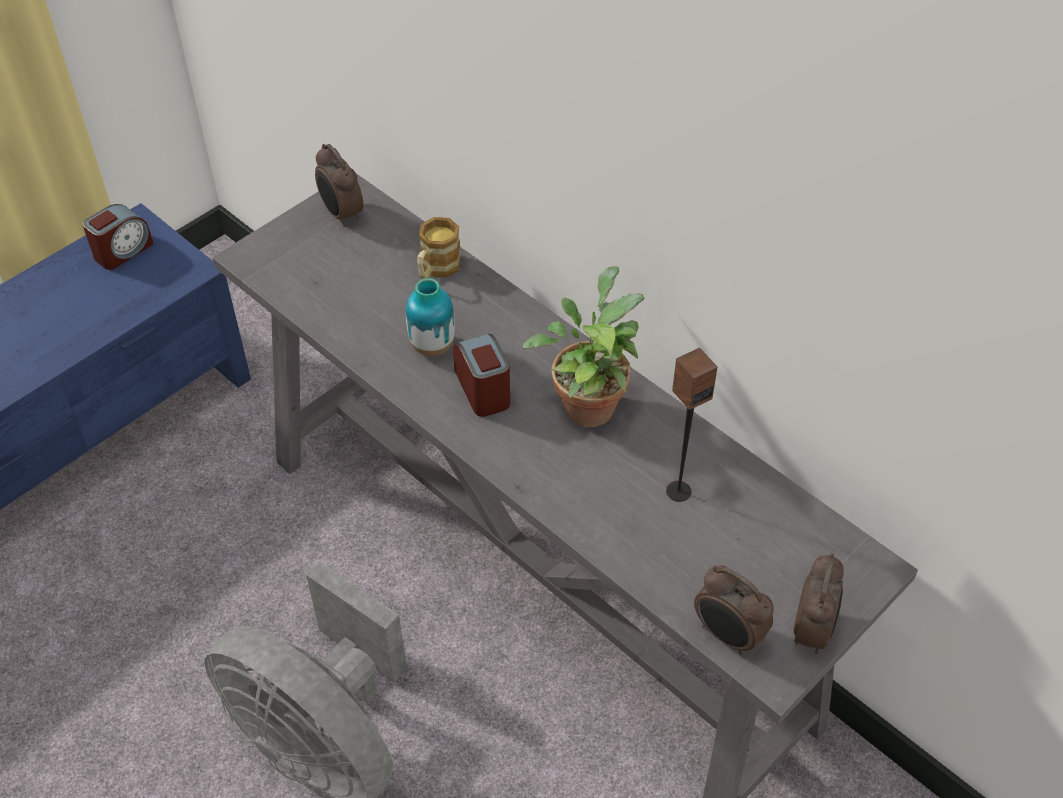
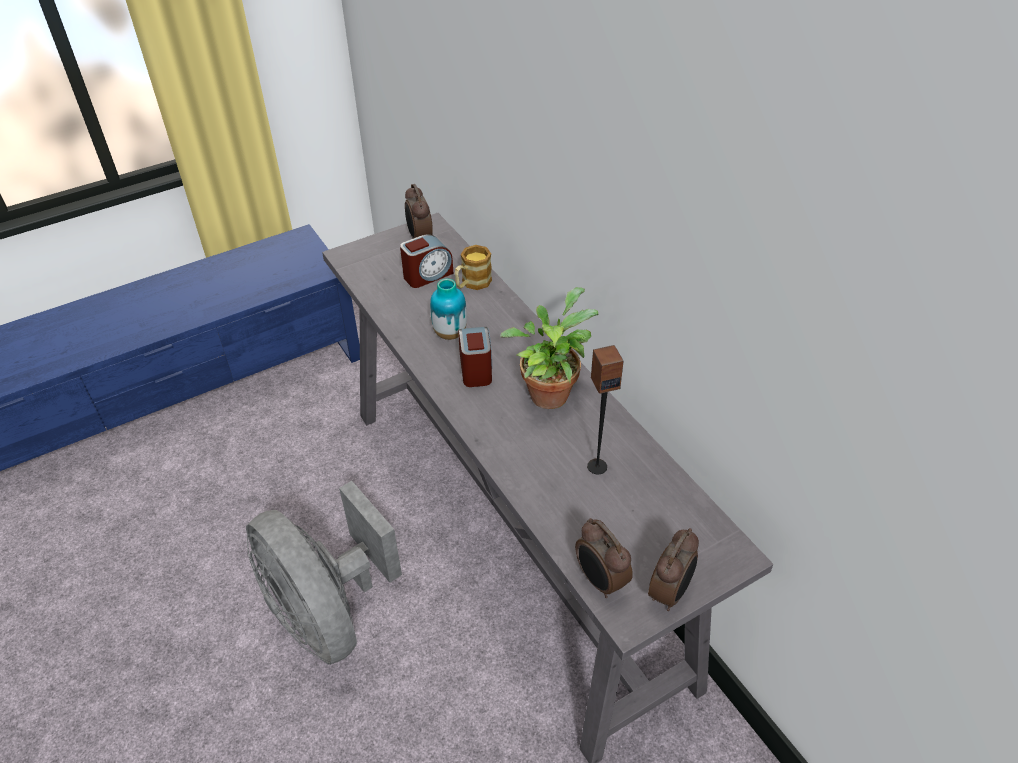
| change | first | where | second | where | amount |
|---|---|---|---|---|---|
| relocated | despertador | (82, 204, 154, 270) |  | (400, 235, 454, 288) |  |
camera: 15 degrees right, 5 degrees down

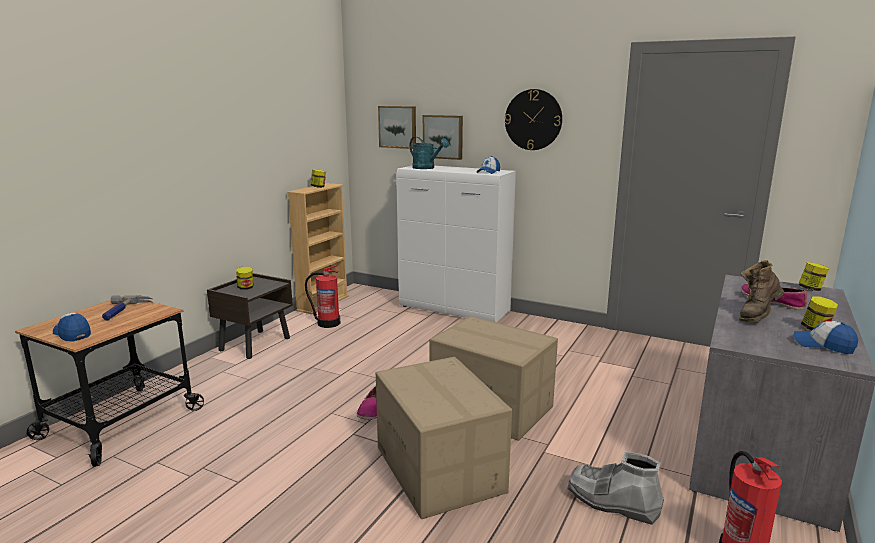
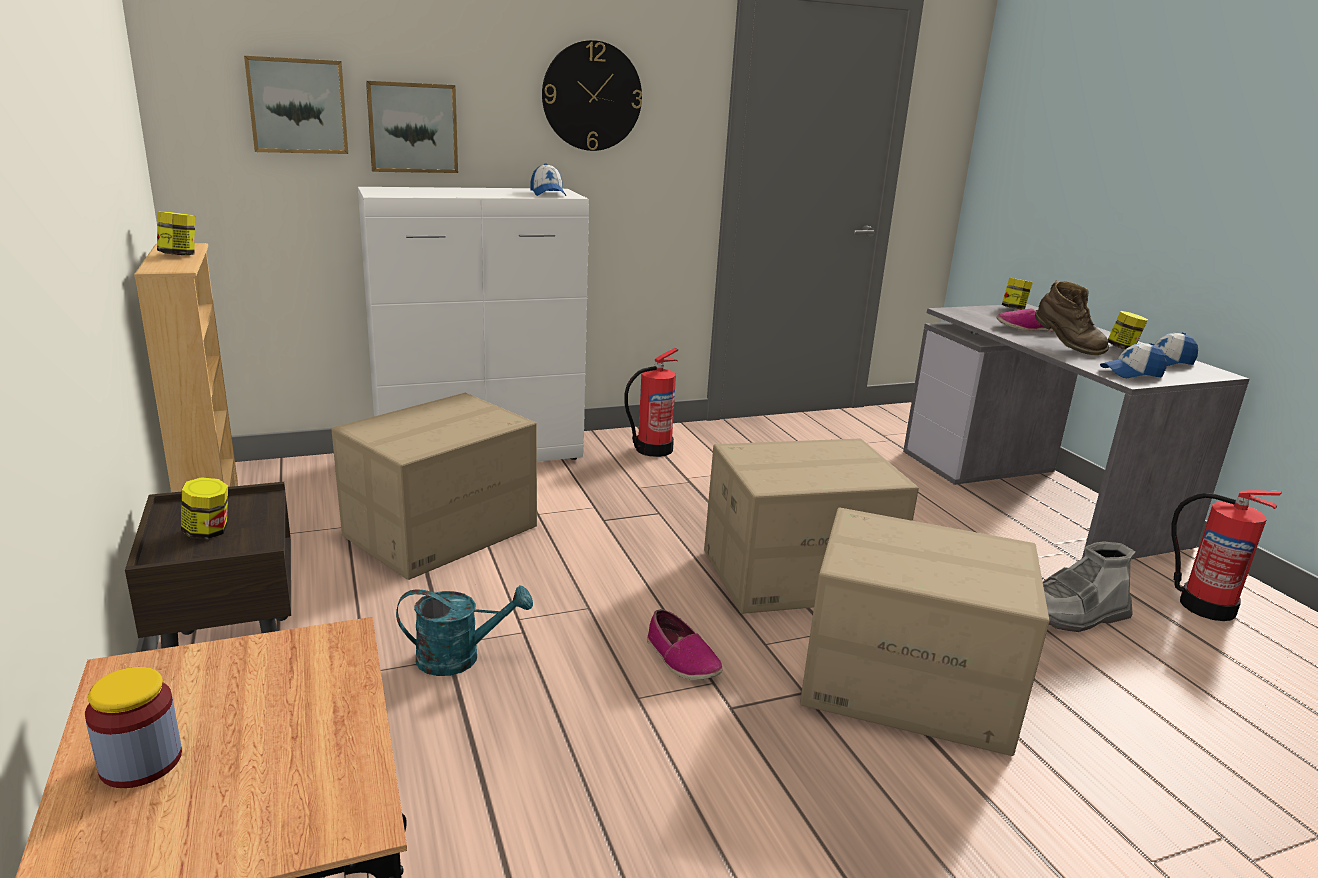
| change | first | where | second | where | amount |
|---|---|---|---|---|---|
| relocated | regadera/turquesa | (409, 137, 449, 169) |  | (396, 585, 533, 676) |  |
| spun | bota/marrón | (739, 260, 784, 322) |  | (1035, 280, 1109, 355) | 45 degrees counterclockwise |
| relocated | extintor | (305, 265, 340, 328) |  | (624, 348, 678, 457) |  |
| missing | martillo | (102, 295, 153, 320) |  |  |  |
| relocated | gorra | (53, 313, 91, 341) |  | (1100, 343, 1167, 378) |  |
| appeared |  |  | caja de cartón | (331, 393, 537, 580) |  |
| appeared |  |  | tarro | (85, 667, 182, 788) |  |
camera: 50 degrees left, 5 degrees up

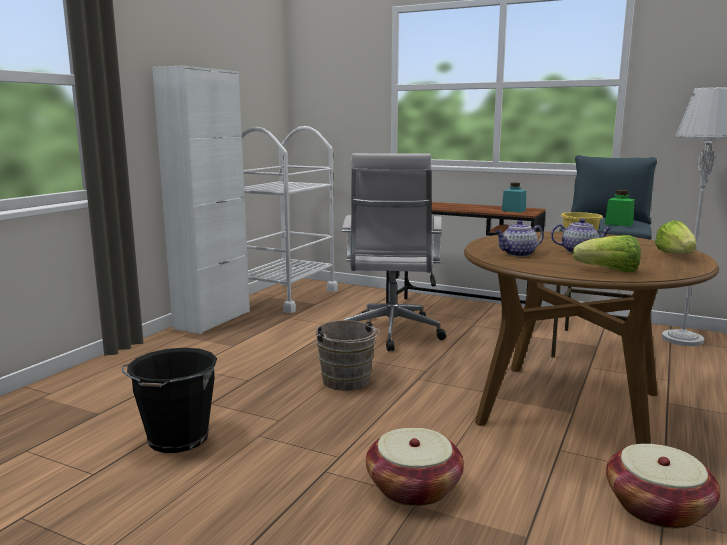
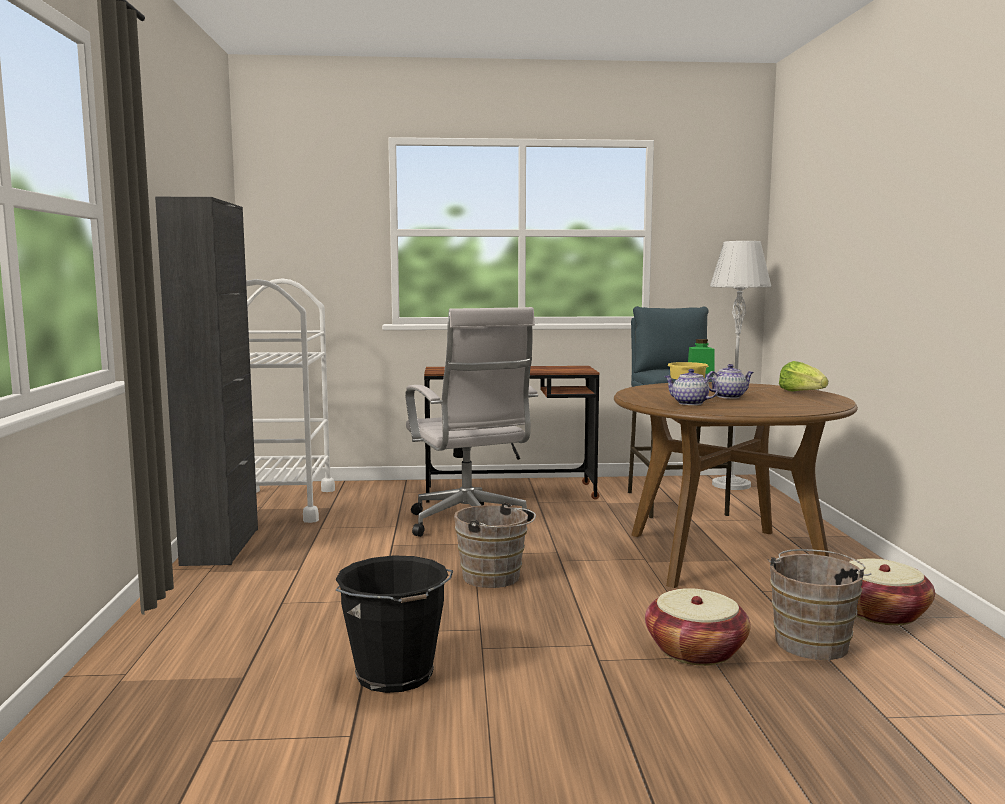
| change | first | where | second | where | amount |
|---|---|---|---|---|---|
| colour | armario/blanco | (152, 65, 250, 334) | armario/negro | (155, 197, 258, 566) |  |
| missing | tarro/turquesa | (502, 183, 526, 213) |  |  |  |
| spun | tetera | (495, 220, 544, 257) |  | (664, 369, 719, 405) | 90 degrees clockwise |
| missing | lechuga | (572, 235, 641, 272) |  |  |  |
| appeared |  |  | cubo/marrón | (768, 549, 871, 660) |  |
camera: 30 degrees left, 5 degrees down

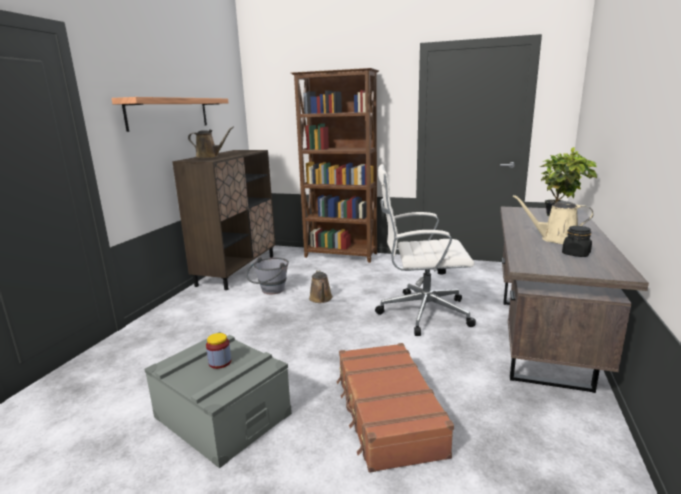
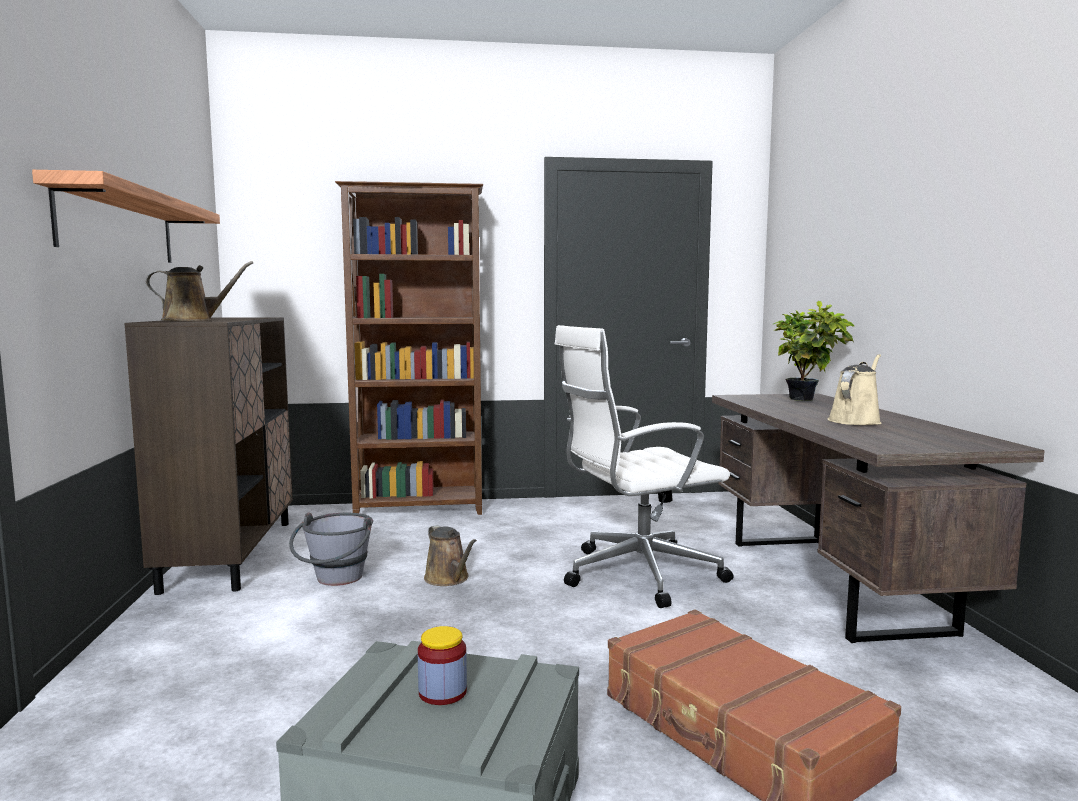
| change | first | where | second | where | amount |
|---|---|---|---|---|---|
| spun | regadera/beis | (513, 195, 594, 244) |  | (827, 354, 882, 425) | 135 degrees clockwise |
| missing | tarro/negro | (562, 226, 592, 257) |  |  |  |
camera: 25 degrees left, 10 degrees down

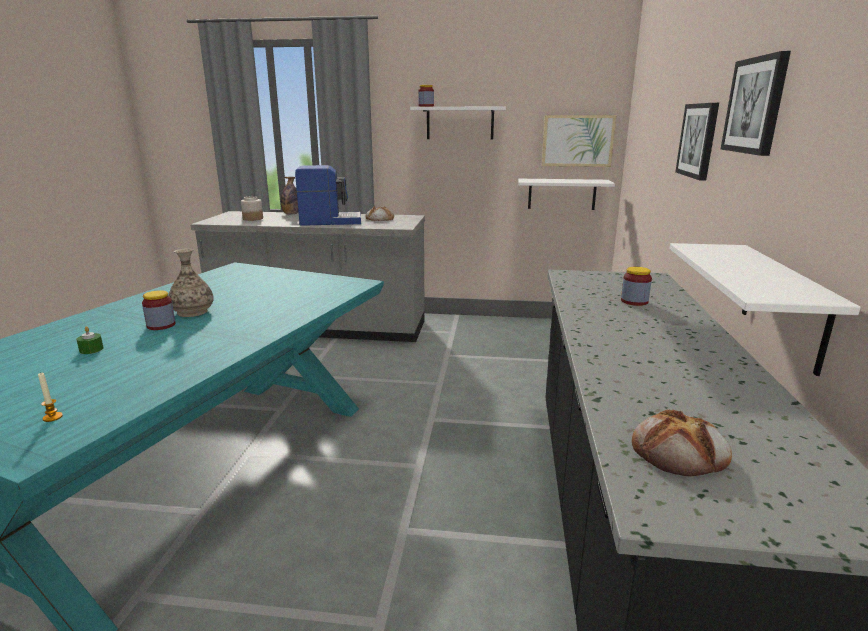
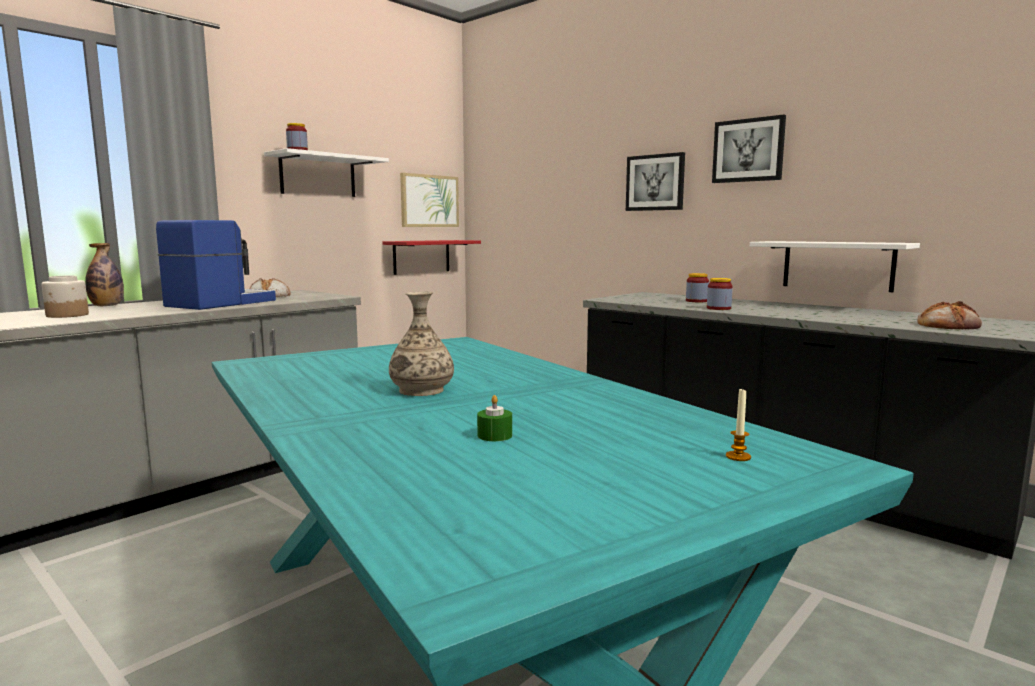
| change | first | where | second | where | amount |
|---|---|---|---|---|---|
| colour | estante/blanco | (518, 179, 615, 210) | estante/rojo | (382, 240, 481, 275) |  |
| relocated | tarro | (142, 290, 176, 330) |  | (707, 278, 733, 310) |  |
camera: 55 degrees left, 10 degrees down

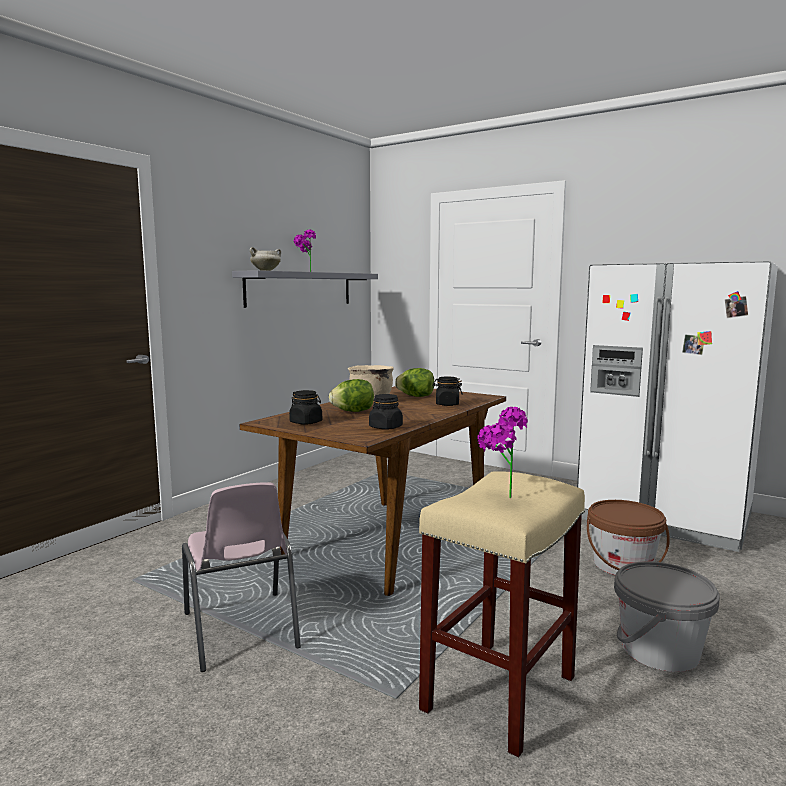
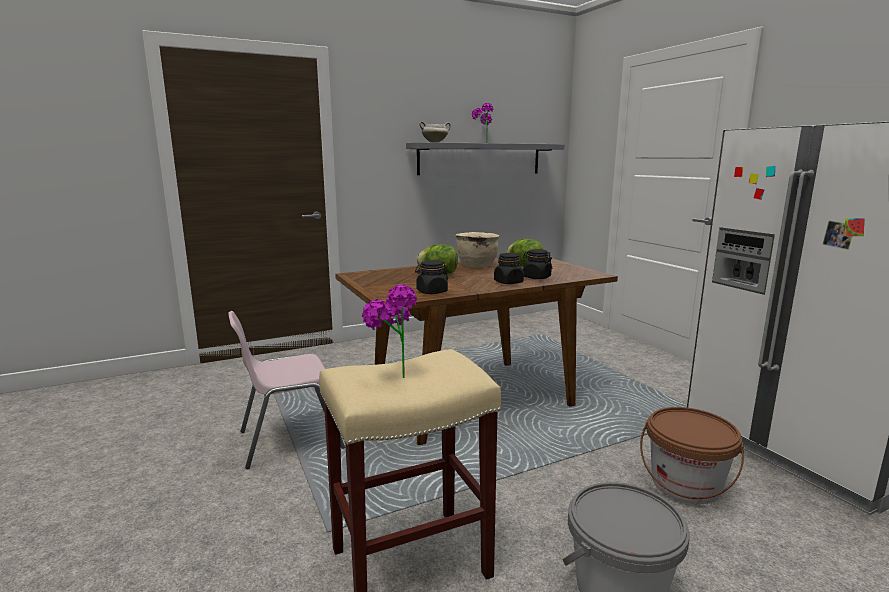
| change | first | where | second | where | amount |
|---|---|---|---|---|---|
| relocated | tarro/negro | (289, 390, 322, 425) |  | (494, 253, 524, 284) |  |
| spun | silla/rosa | (182, 482, 301, 672) |  | (229, 311, 345, 469) | 60 degrees clockwise |
camera: 30 degrees right, 5 degrees up

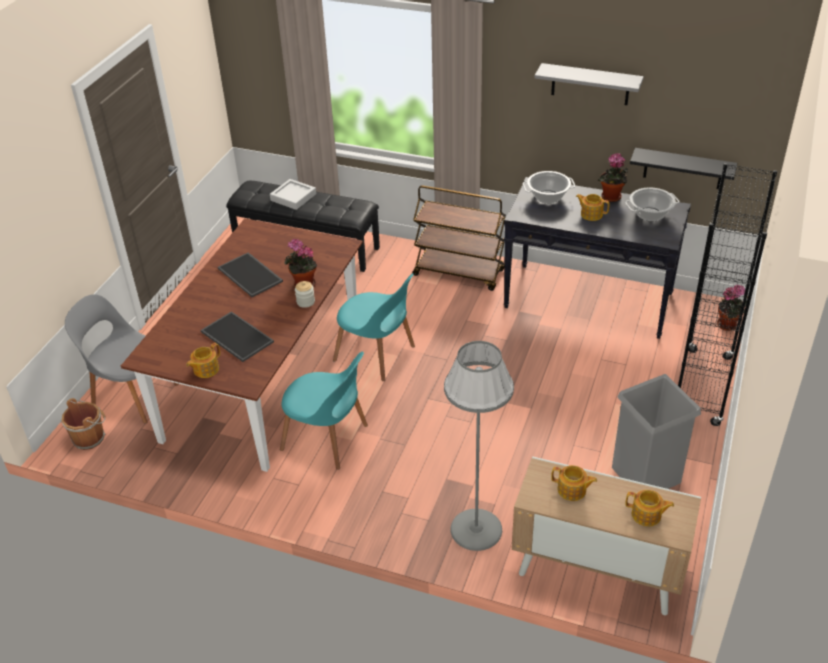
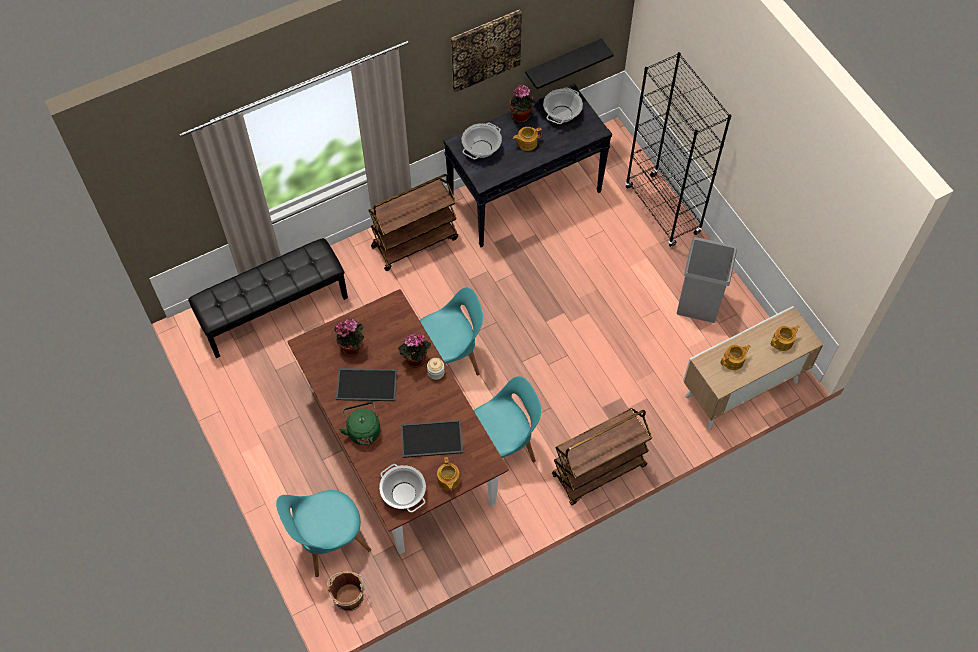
| change | first | where | second | where | amount |
|---|---|---|---|---|---|
| exchanged | estante/gris | (534, 63, 644, 105) | cuadro | (451, 10, 522, 93) |  |
| missing | bandeja/gris | (270, 179, 316, 210) |  |  |  |
| relocated | planta en maceta | (717, 285, 748, 331) |  | (334, 319, 364, 357) |  |
| colour | silla/gris | (65, 294, 179, 424) | silla/turquesa | (276, 490, 371, 577) |  |
| missing | lámpara de pie/gris | (444, 341, 514, 551) |  |  |  |
| appeared |  |  | hervidor/verde | (339, 402, 380, 445) |  |
| appeared |  |  | carrito/marrón | (552, 408, 652, 505) |  |
| appeared |  |  | olla | (379, 464, 426, 513) |  |
camera: 50 degrees left, 20 degrees up

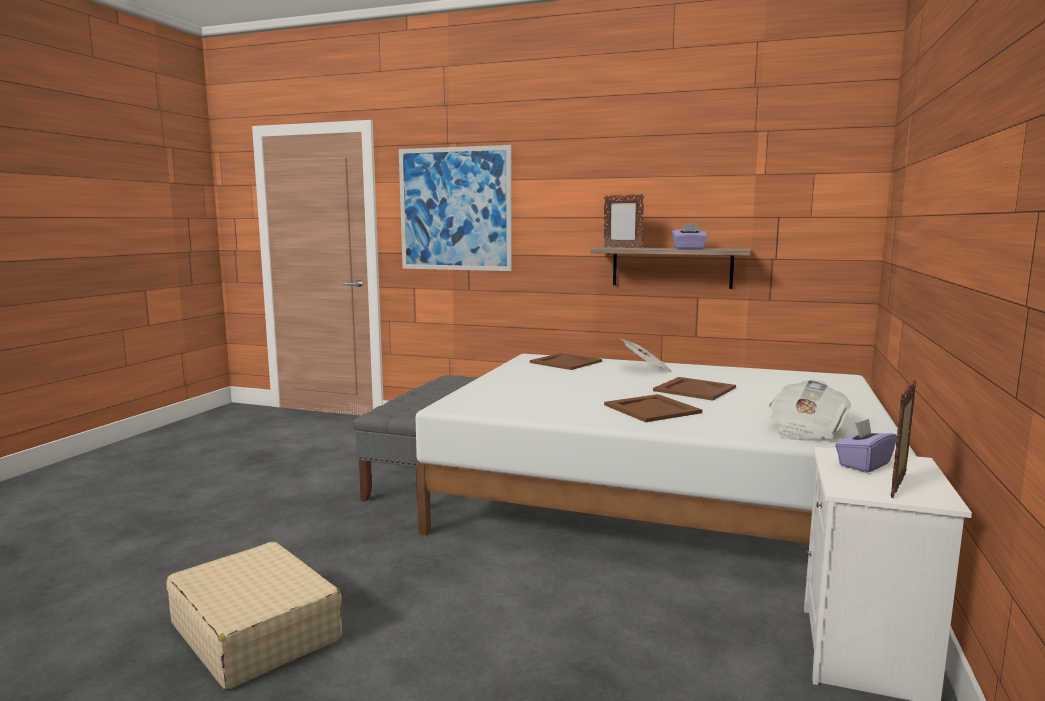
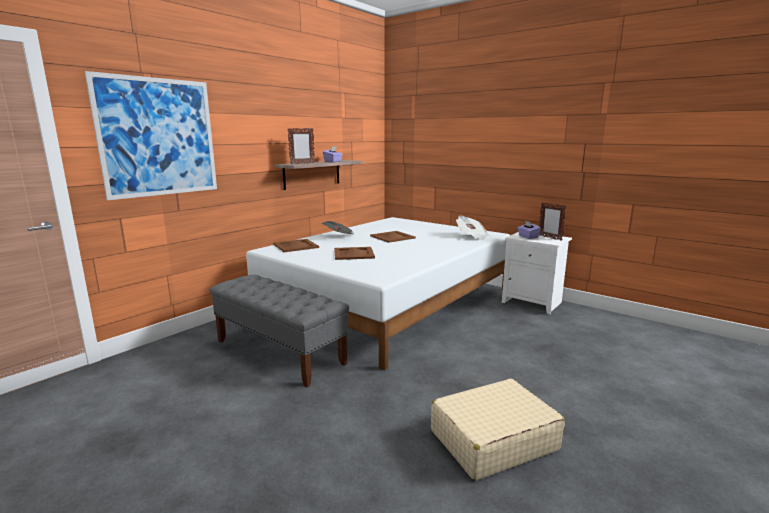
| change | first | where | second | where | amount |
|---|---|---|---|---|---|
| relocated | bandeja/marrón | (604, 394, 702, 422) |  | (334, 247, 375, 260) |  |
camera: 70 degrees left, 5 degrees up

